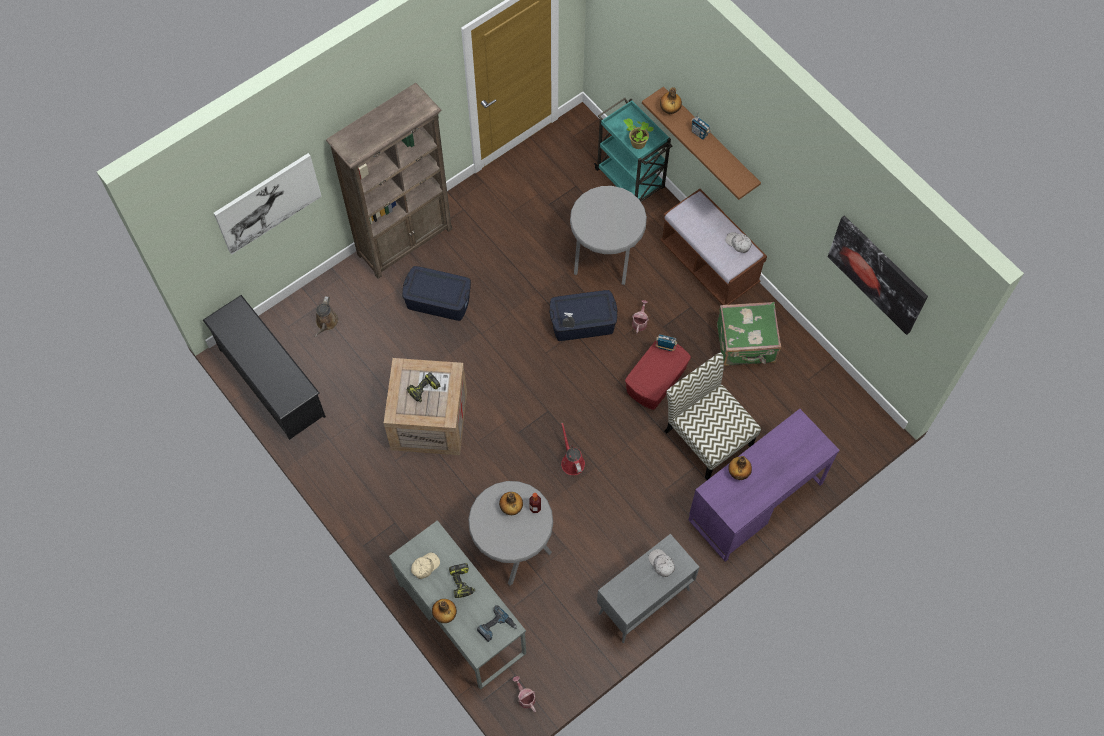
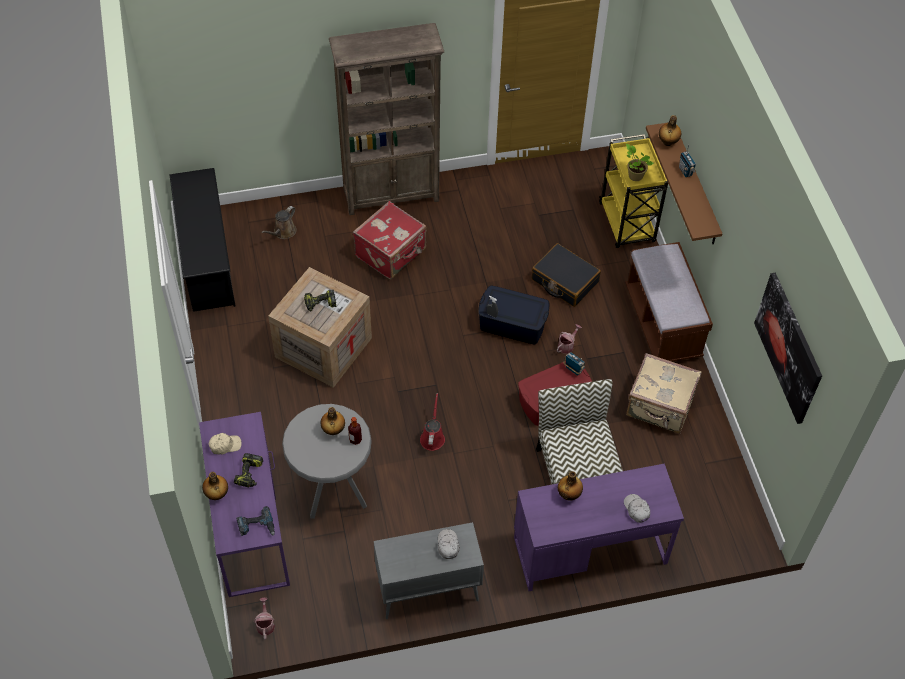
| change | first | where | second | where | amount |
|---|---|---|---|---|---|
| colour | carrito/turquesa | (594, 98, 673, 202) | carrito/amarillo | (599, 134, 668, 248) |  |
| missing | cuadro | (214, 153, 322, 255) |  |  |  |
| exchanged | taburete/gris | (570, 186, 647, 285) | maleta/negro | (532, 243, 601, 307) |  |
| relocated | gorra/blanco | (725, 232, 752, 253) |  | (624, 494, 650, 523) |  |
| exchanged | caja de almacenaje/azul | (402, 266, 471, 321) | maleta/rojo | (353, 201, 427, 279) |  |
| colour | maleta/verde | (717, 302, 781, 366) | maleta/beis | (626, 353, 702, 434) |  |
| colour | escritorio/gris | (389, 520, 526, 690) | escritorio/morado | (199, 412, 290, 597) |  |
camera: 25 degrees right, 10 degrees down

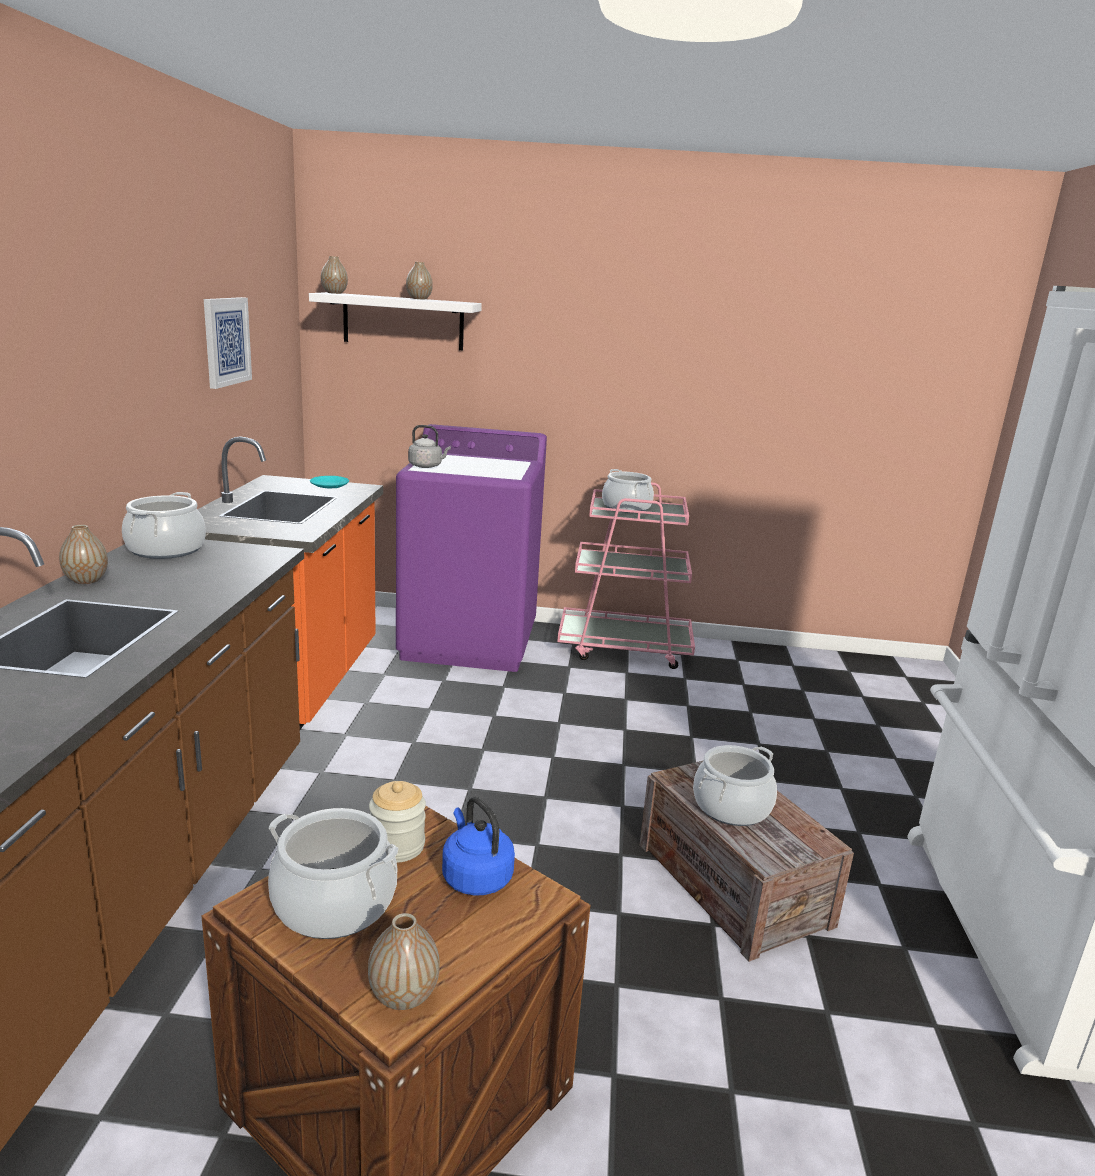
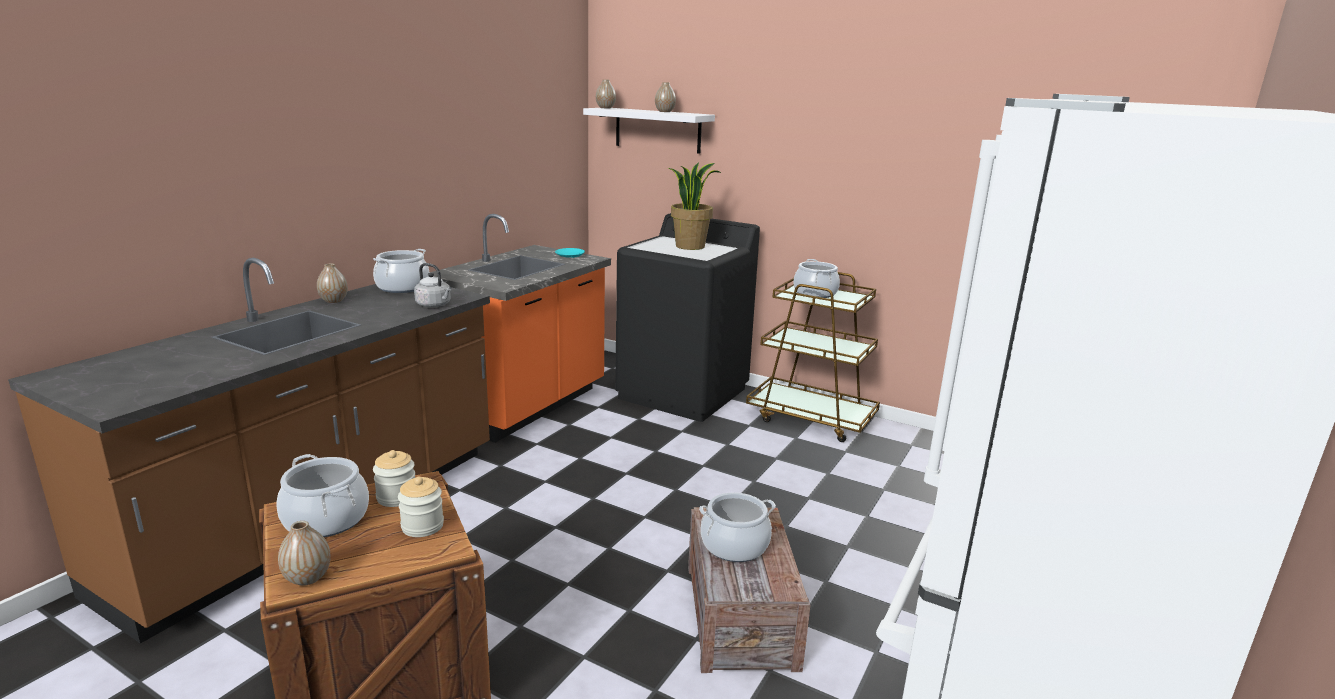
| change | first | where | second | where | amount |
|---|---|---|---|---|---|
| missing | cuadro | (204, 297, 252, 389) |  |  |  |
| colour | lavadora/morado | (396, 424, 547, 672) | lavadora/negro | (615, 213, 760, 422) |  |
| relocated | hervidor/gris | (408, 425, 451, 468) |  | (414, 263, 452, 307) |  |
| colour | carrito/rosa | (557, 482, 695, 669) | carrito/marrón | (746, 272, 880, 442) |  |
| exchanged | hervidor/azul | (442, 797, 515, 896) | tarro | (398, 477, 444, 537) |  |
| appeared |  |  | planta en maceta | (669, 162, 721, 250) |  |
camera: 25 degrees right, 0 degrees up

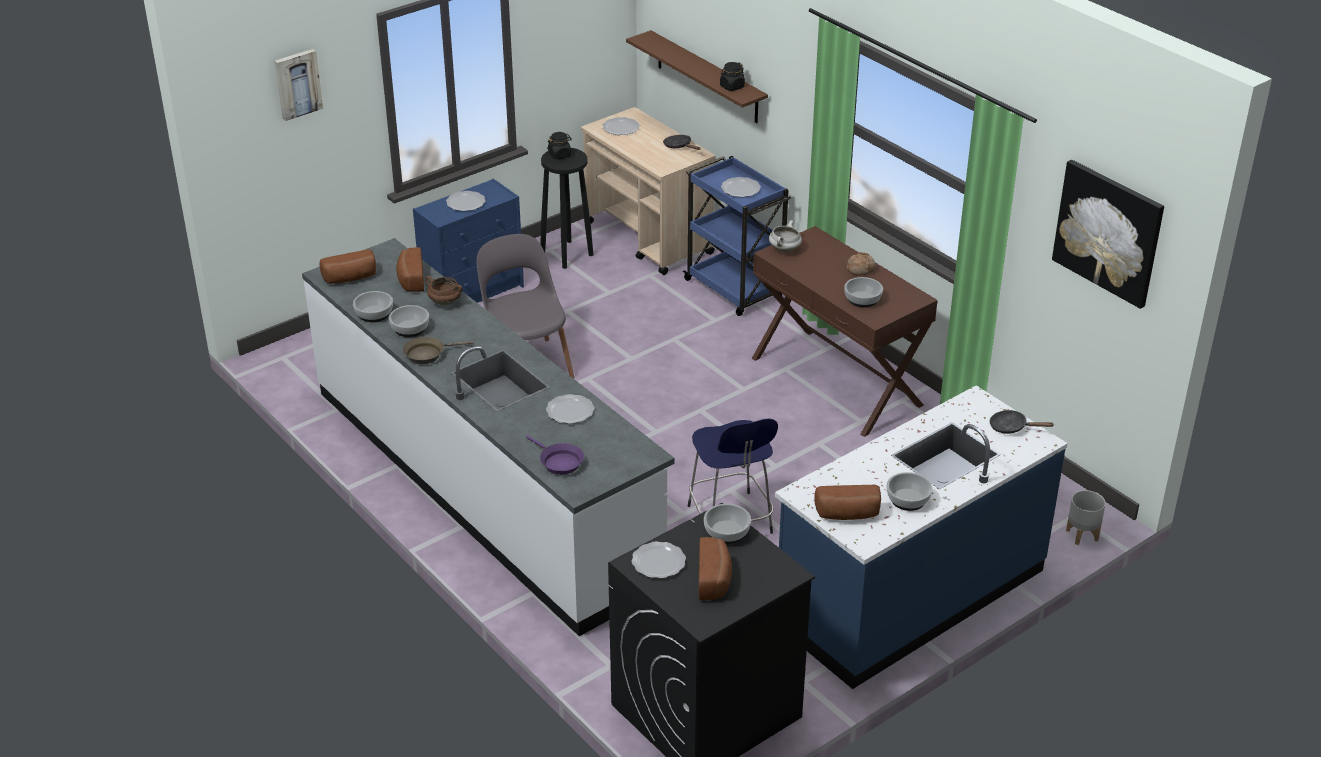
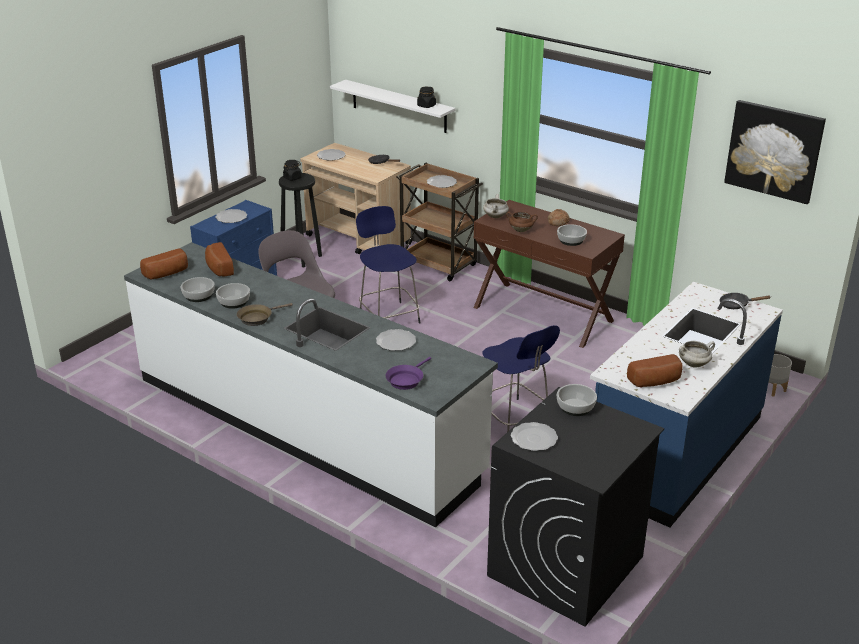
| change | first | where | second | where | amount |
|---|---|---|---|---|---|
| colour | estante/marrón | (626, 30, 768, 123) | estante/blanco | (330, 80, 456, 133) |  |
| missing | cuadro | (275, 49, 323, 121) |  |  |  |
| colour | carrito/azul | (683, 156, 791, 316) | carrito/marrón | (396, 163, 483, 281) |  |
| relocated | olla/marrón | (425, 276, 463, 306) |  | (506, 212, 538, 232) |  |
| spun | sartén/morado | (526, 435, 584, 475) |  | (386, 357, 431, 390) | 90 degrees clockwise |
| exchanged | cuenco | (887, 472, 933, 511) | olla/blanco | (679, 341, 715, 368) |  |
| missing | pan | (699, 537, 732, 600) |  |  |  |
| appeared |  |  | taburete/azul | (356, 206, 420, 323) |  |
camera: 15 degrees left, 5 degrees down

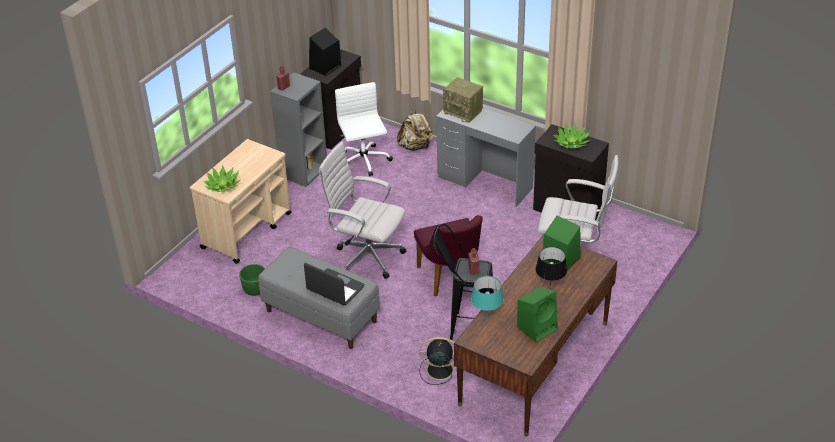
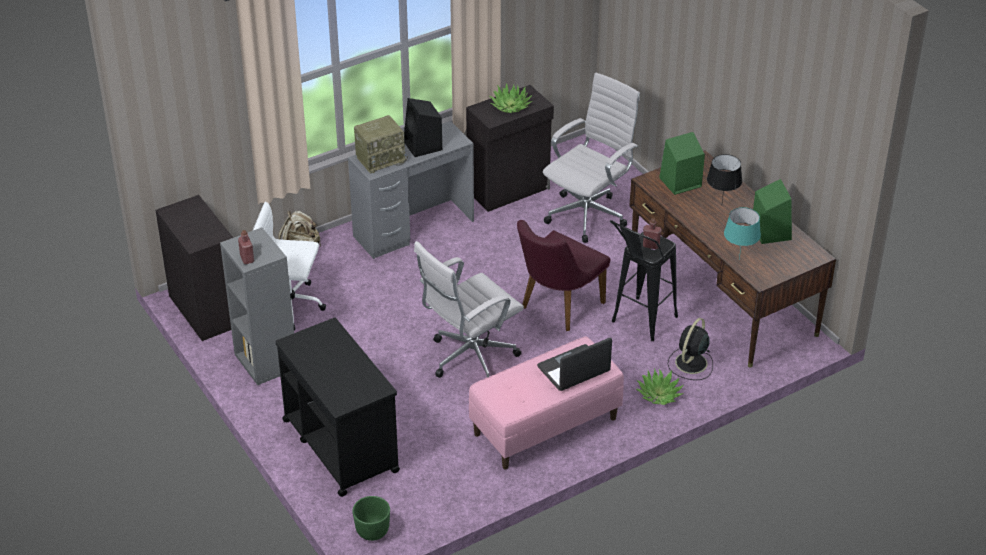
| change | first | where | second | where | amount |
|---|---|---|---|---|---|
| relocated | altavoz/negro | (309, 28, 341, 76) |  | (404, 98, 442, 157) |  |
| colour | carrito/beis | (190, 139, 292, 264) | carrito/negro | (275, 318, 400, 497) |  |
| relocated | planta en maceta | (203, 165, 241, 192) |  | (637, 368, 684, 405) |  |
| spun | silla/morado | (414, 215, 483, 297) |  | (517, 220, 610, 331) | 120 degrees clockwise |
| colour | banco/gris | (258, 247, 380, 349) | banco/rosa | (469, 336, 624, 469) |  |
| relocated | maceta/verde | (239, 264, 265, 296) |  | (352, 496, 390, 541) |  |
camera: 65 degrees left, 0 degrees up

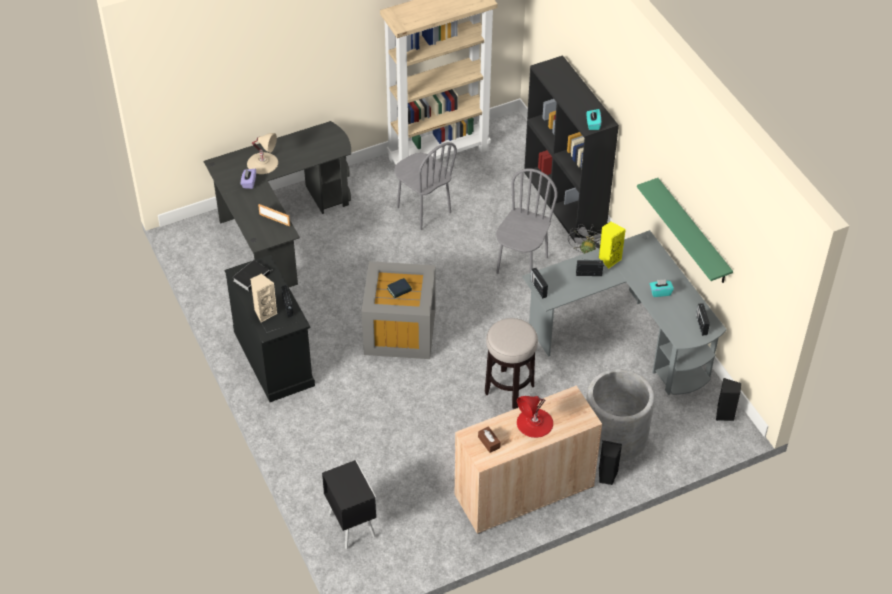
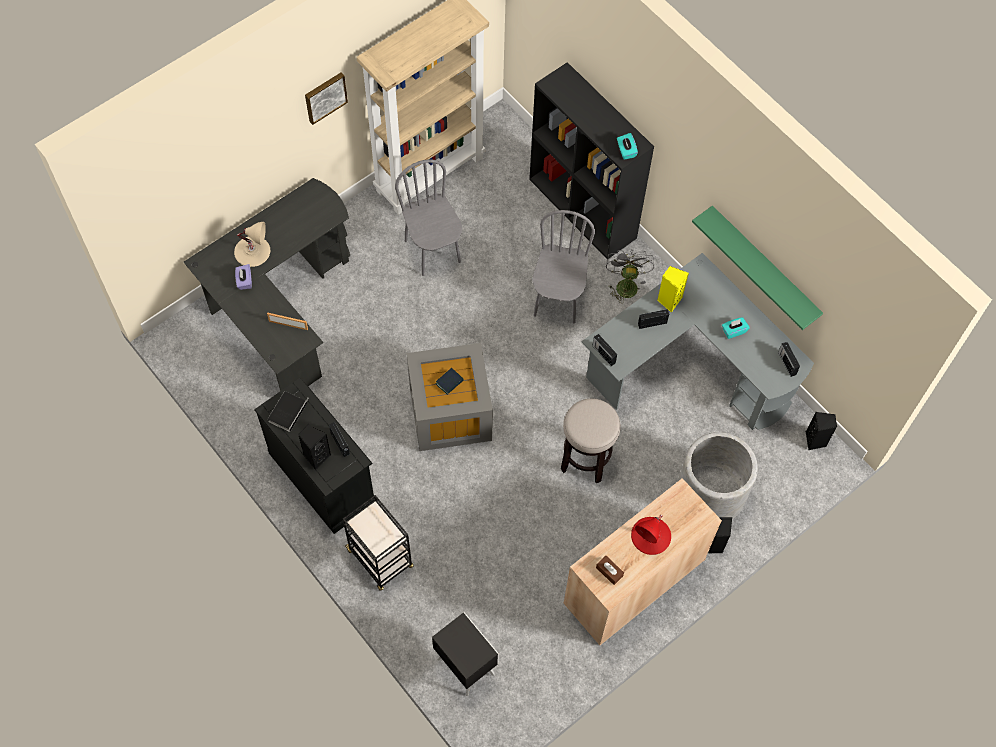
| change | first | where | second | where | amount |
|---|---|---|---|---|---|
| spun | silla/gris | (395, 142, 457, 230) |  | (395, 159, 462, 276) | 150 degrees counterclockwise |
| colour | altavoz/beis | (250, 273, 278, 322) | altavoz/negro | (298, 424, 331, 470) |  |
| appeared |  |  | cuadro | (305, 72, 348, 125) |  |
| appeared |  |  | carrito/negro | (343, 495, 414, 591) |  |
camera: 15 degrees left, 15 degrees up

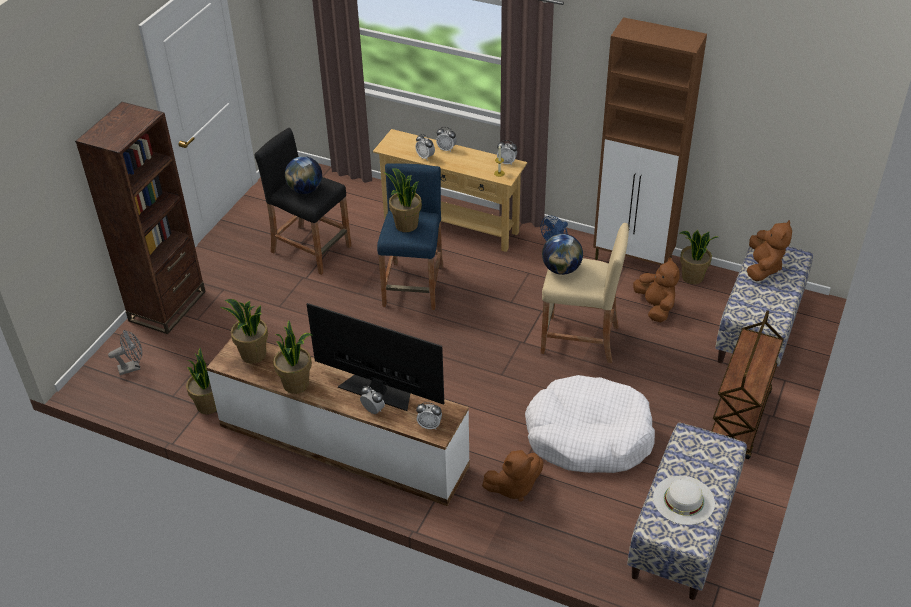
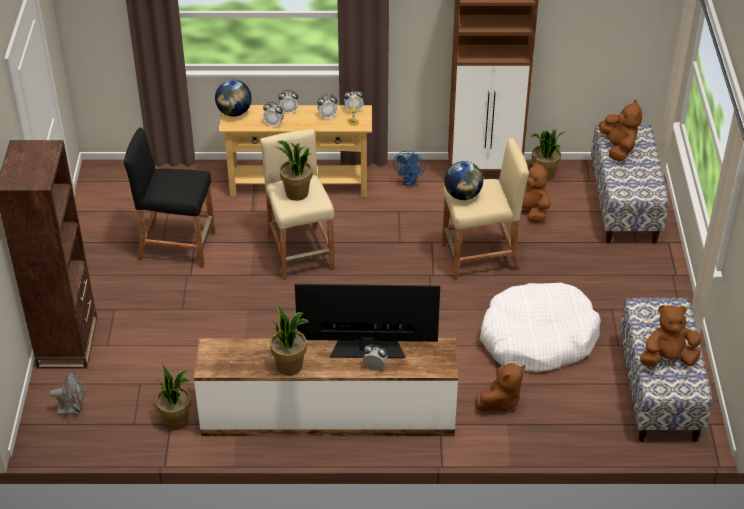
| change | first | where | second | where | amount |
|---|---|---|---|---|---|
| relocated | globo terráqueo | (285, 156, 322, 194) |  | (215, 80, 252, 117) |  |
| colour | taburete/azul | (377, 163, 443, 310) | taburete/beis | (260, 129, 335, 280) |  |
| missing | planta en maceta | (221, 299, 268, 363) |  |  |  |
| missing | carrito/marrón | (712, 310, 784, 459) |  |  |  |
| spun | ventilador/gris | (108, 330, 142, 375) |  | (49, 371, 85, 415) | 45 degrees clockwise |
| relocated | despertador | (416, 402, 442, 429) |  | (317, 94, 338, 118) |  |
| exchanged | sombrero/blanco | (653, 476, 715, 525) | peluche/marrón | (640, 305, 701, 367) |  |
camera: 25 degrees left, 0 degrees up

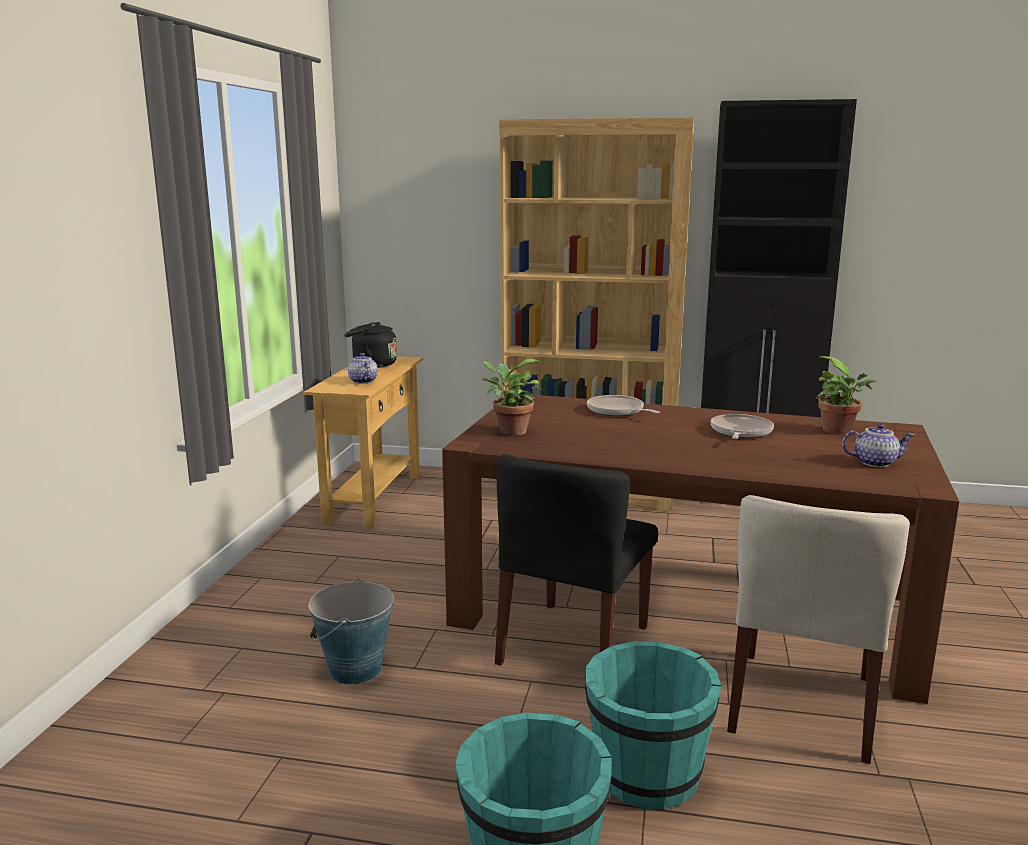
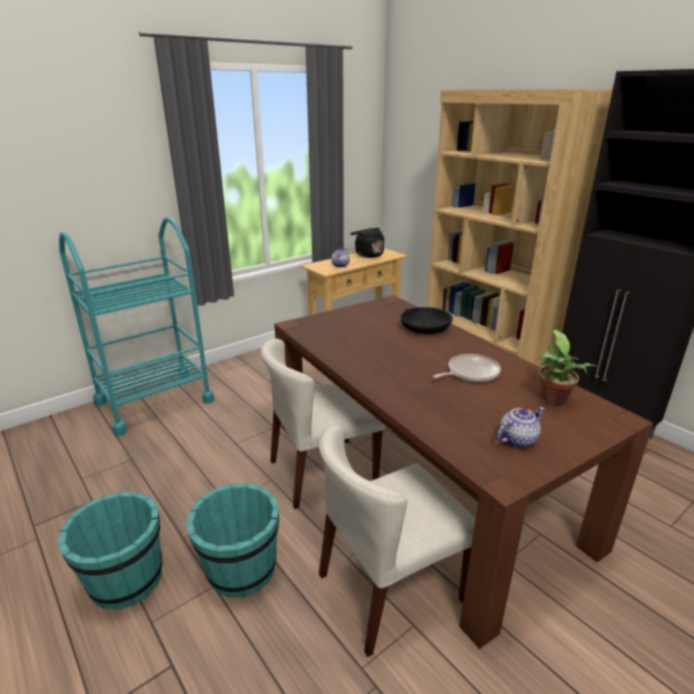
| change | first | where | second | where | amount |
|---|---|---|---|---|---|
| missing | planta en maceta | (482, 359, 542, 436) |  |  |  |
| exchanged | sartén | (587, 395, 660, 416) | cuenco/negro | (401, 307, 453, 334) |  |
| spun | tetera | (842, 423, 914, 467) |  | (497, 407, 545, 448) | 75 degrees counterclockwise |
| colour | silla/negro | (495, 454, 658, 666) | silla/beis | (260, 339, 386, 509) |  |
| missing | cubo | (309, 578, 394, 685) |  |  |  |
| appeared |  |  | carrito/turquesa | (59, 217, 215, 436) |  |
camera: 40 degrees right, 10 degrees up

